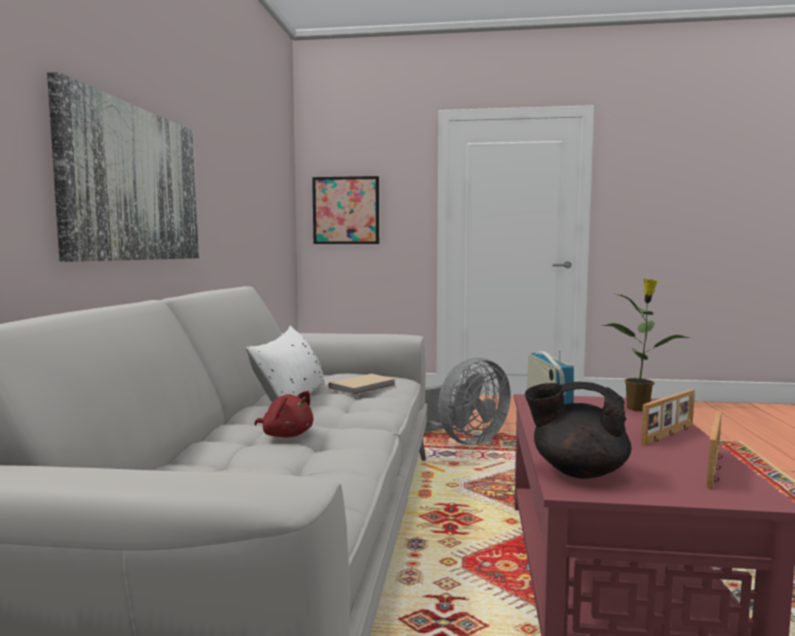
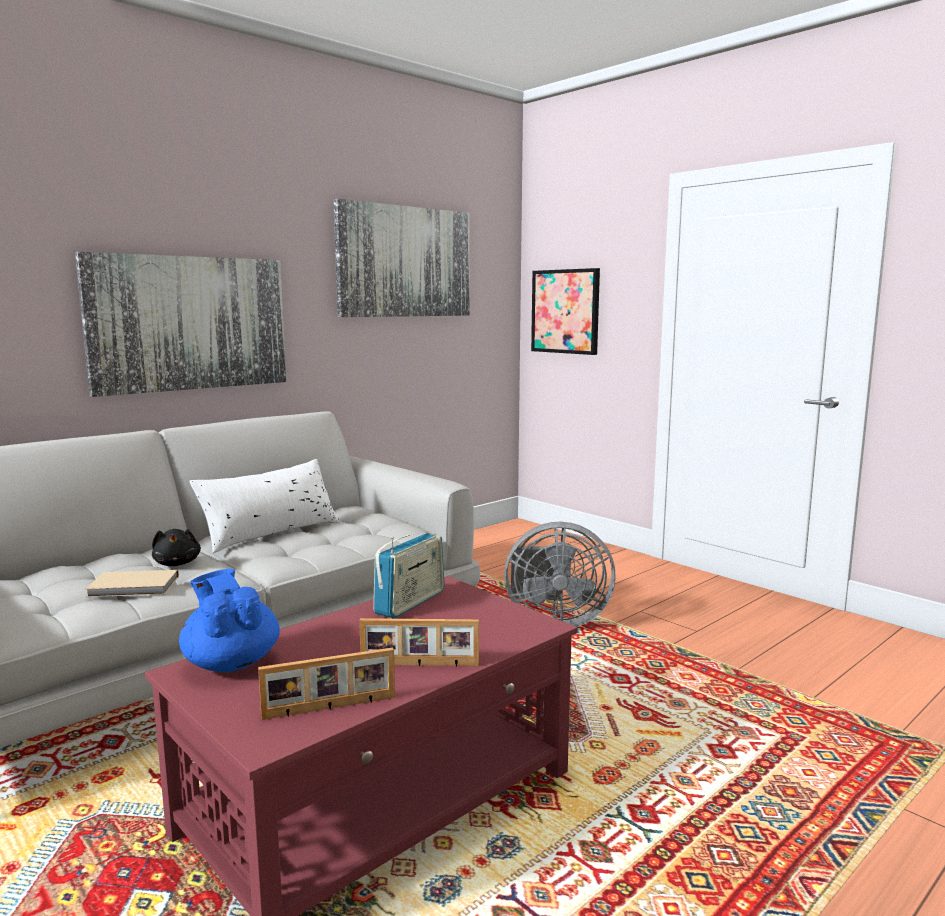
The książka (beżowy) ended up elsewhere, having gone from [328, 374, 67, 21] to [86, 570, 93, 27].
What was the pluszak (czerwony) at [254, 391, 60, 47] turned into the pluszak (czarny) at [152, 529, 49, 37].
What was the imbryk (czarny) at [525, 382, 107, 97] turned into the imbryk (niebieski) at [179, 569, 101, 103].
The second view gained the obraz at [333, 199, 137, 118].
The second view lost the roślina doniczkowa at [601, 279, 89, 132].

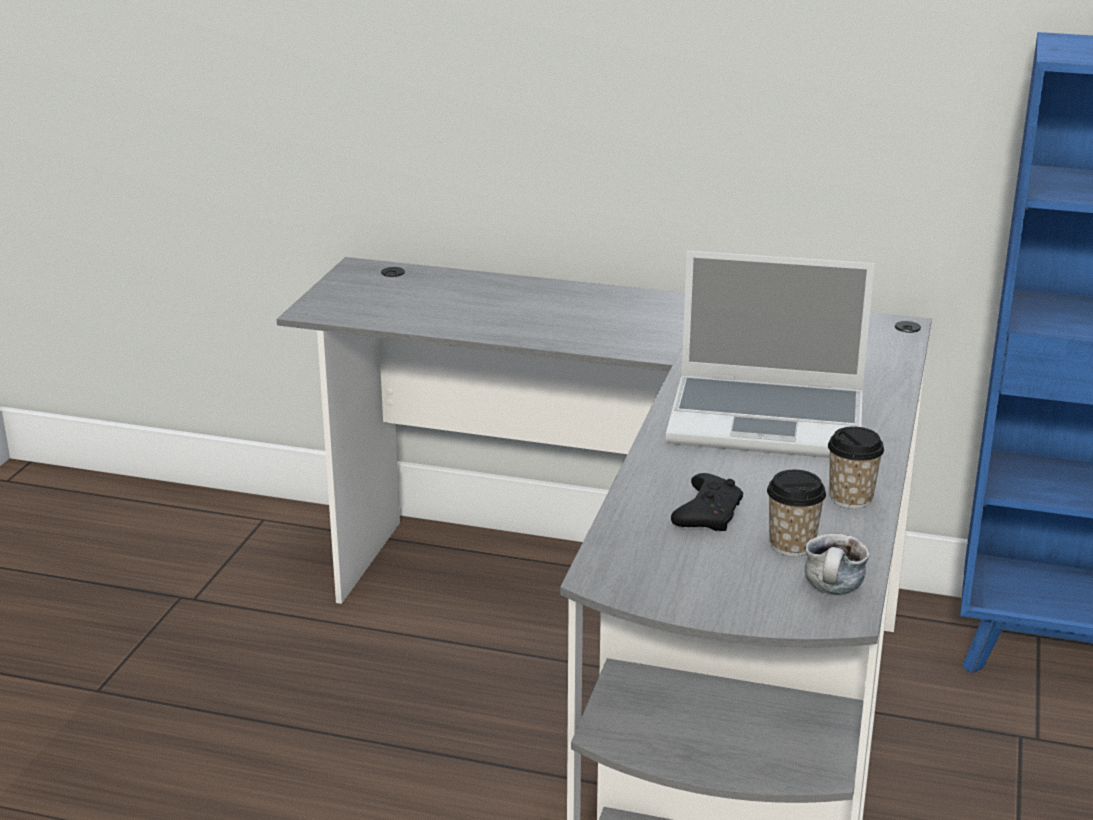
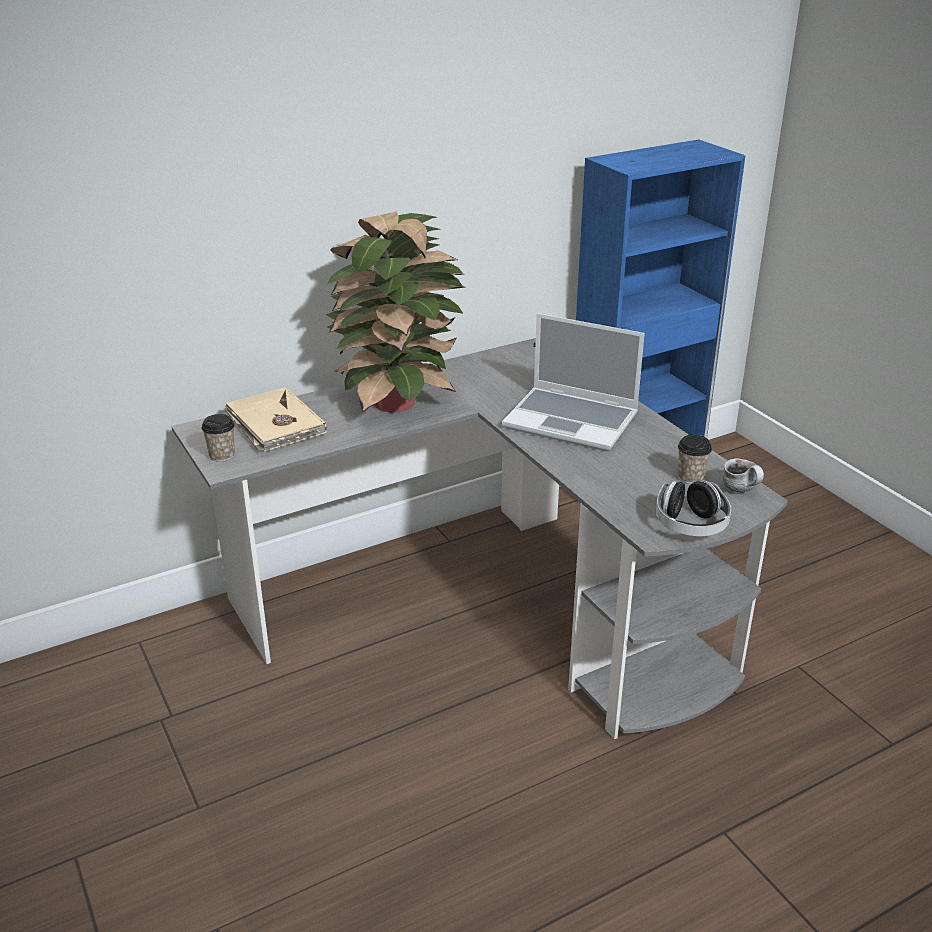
The filiżanka ended up elsewhere, having gone from [828, 426, 56, 83] to [202, 414, 33, 48].
The second view gained the książka (beżowy) at [225, 387, 102, 65].
The second view gained the roślina doniczkowa at [326, 212, 139, 201].
The laptop at [666, 251, 209, 207] ended up facing another way, 60 degrees clockwise from before.
The second view gained the słuchawki at [656, 480, 75, 56].
The second view lost the pad do gier (czarny) at [671, 473, 72, 58].

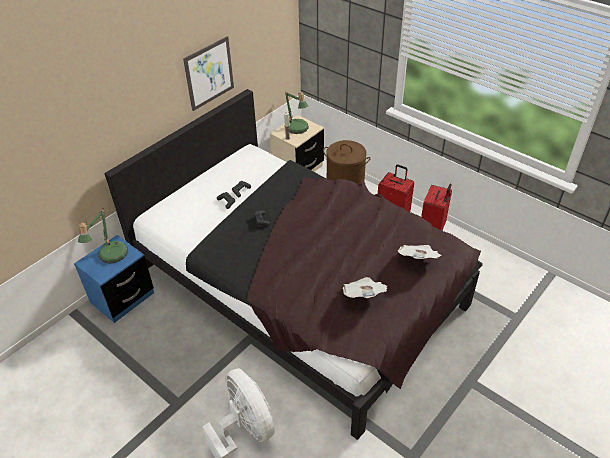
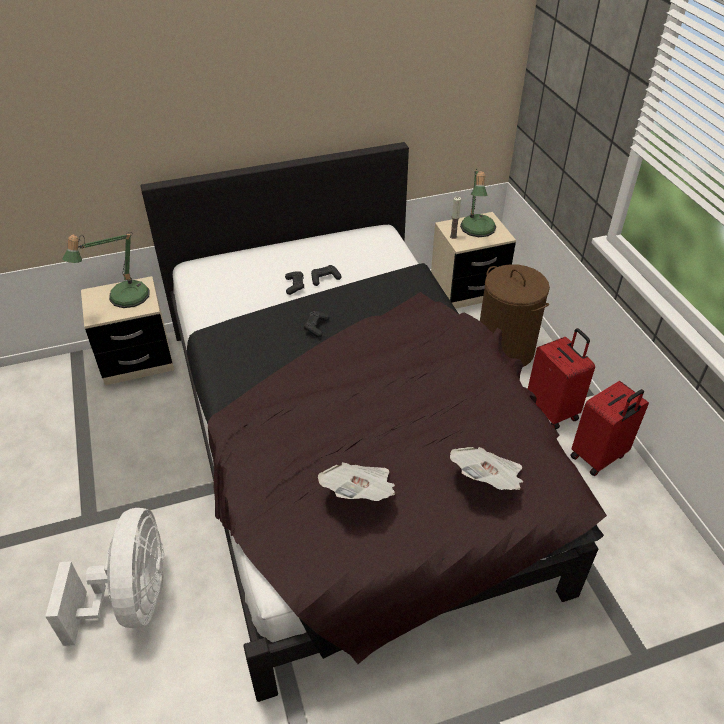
What was the szafka nocna (niebieski) at [74, 235, 80, 88] turned into the szafka nocna (beżowy) at [81, 276, 93, 109].
The second view lost the obraz at [183, 36, 51, 75].

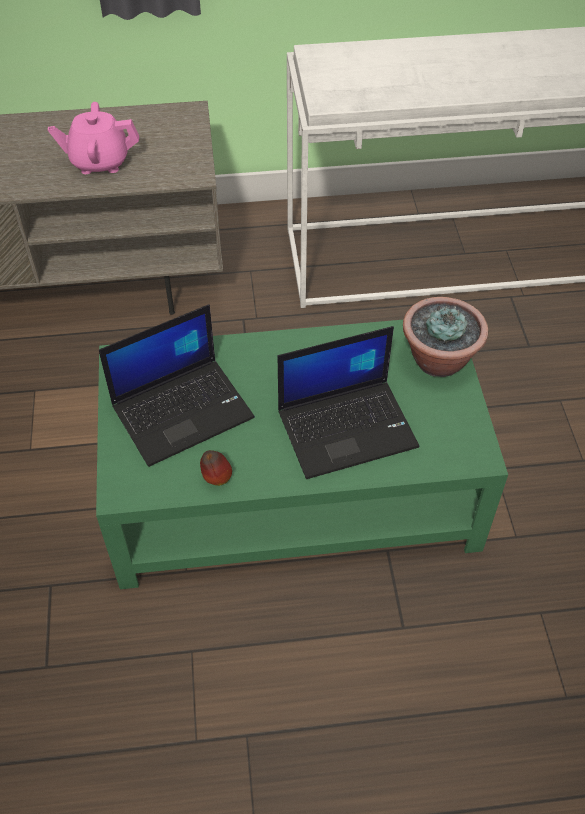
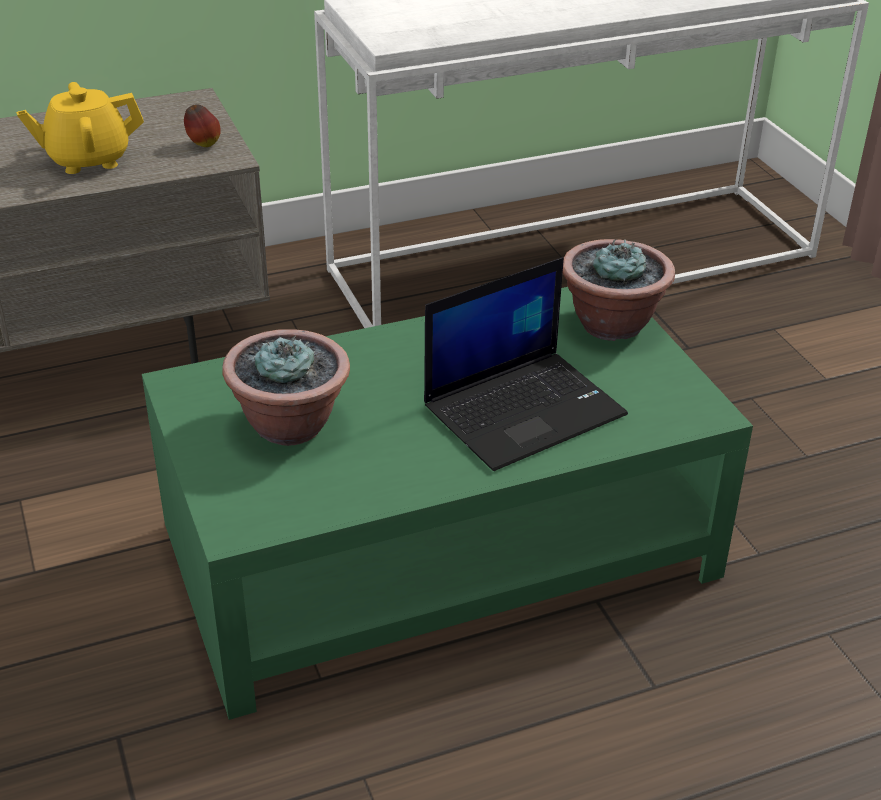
What was the imbryk (różowy) at [48, 102, 91, 72] turned into the imbryk (żółty) at [16, 82, 128, 92].
The jabłko ended up elsewhere, having gone from [200, 450, 32, 36] to [184, 104, 37, 43].
Where the laptop stood at [99, 304, 156, 163], the roślina doniczkowa came to stand at [222, 329, 128, 117].

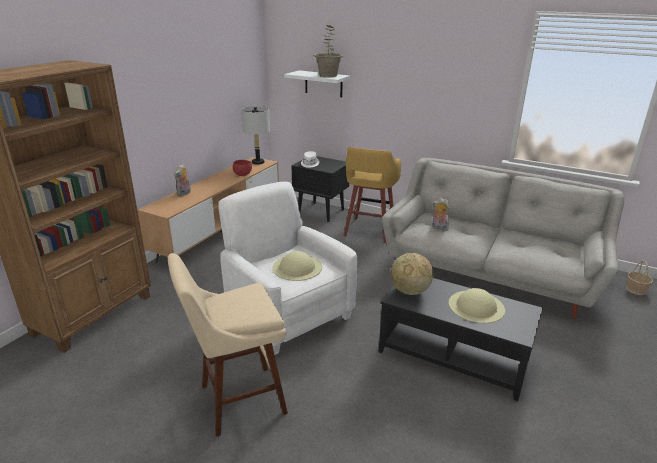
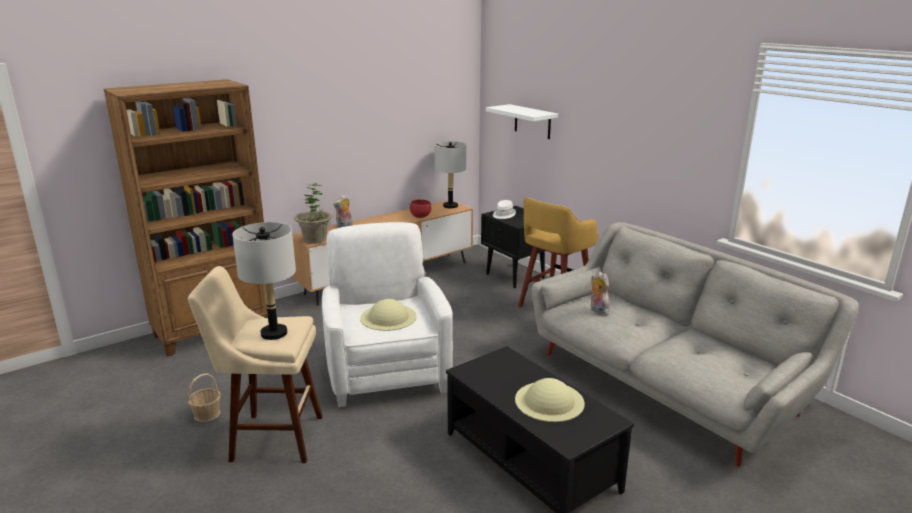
The koszyk ended up elsewhere, having gone from [626, 260, 27, 35] to [187, 374, 34, 48].
The second view gained the lampa stołowa (szary) at [232, 222, 64, 118].
The roślina doniczkowa ended up elsewhere, having gone from [313, 25, 31, 52] to [294, 183, 38, 61].
The second view lost the globus at [391, 253, 42, 42].

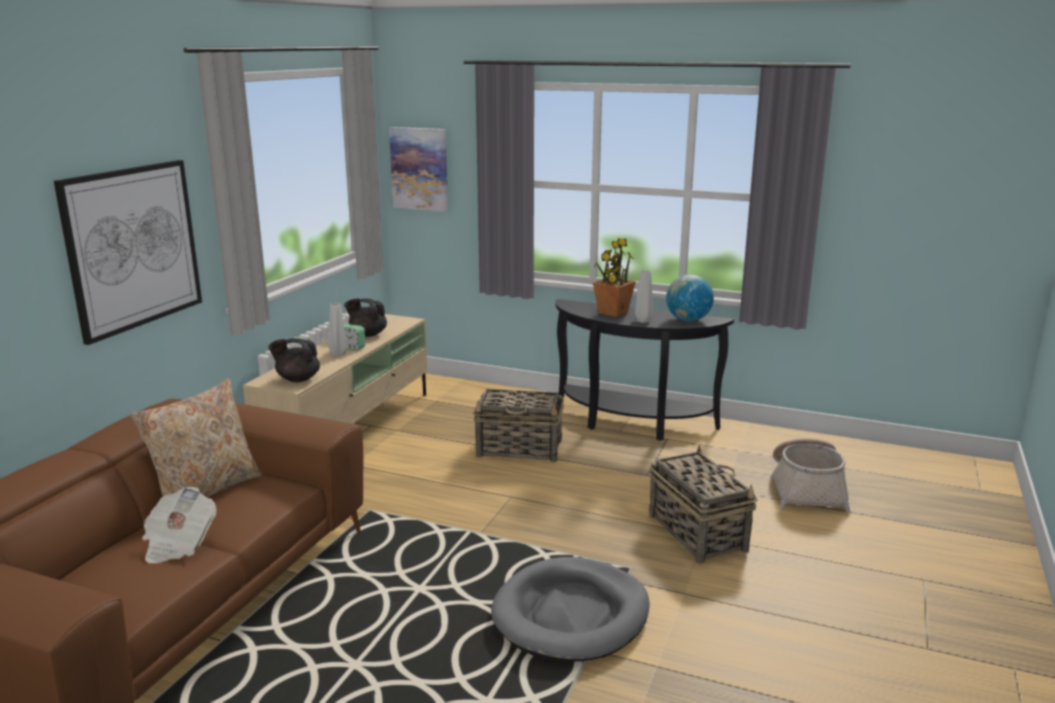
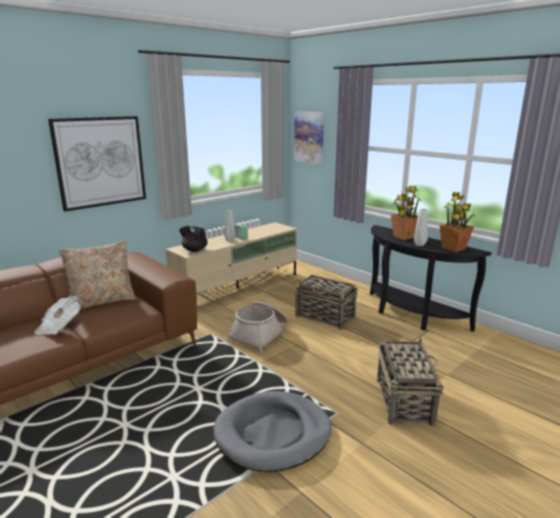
The koszyk ended up elsewhere, having gone from [770, 439, 81, 75] to [226, 302, 62, 51].
Where the globus stood at [666, 274, 48, 47], the roślina doniczkowa came to stand at [440, 192, 35, 60].
The second view lost the imbryk (czarny) at [344, 298, 43, 39].

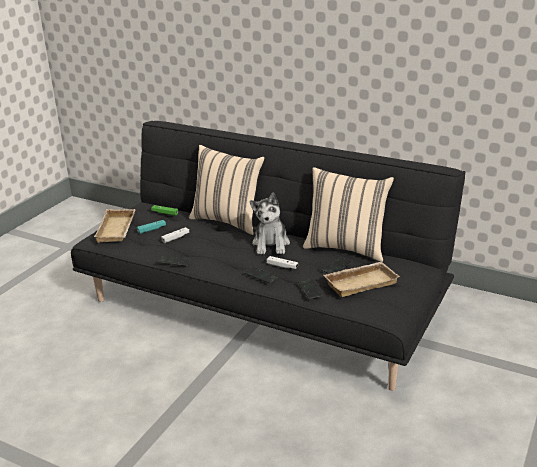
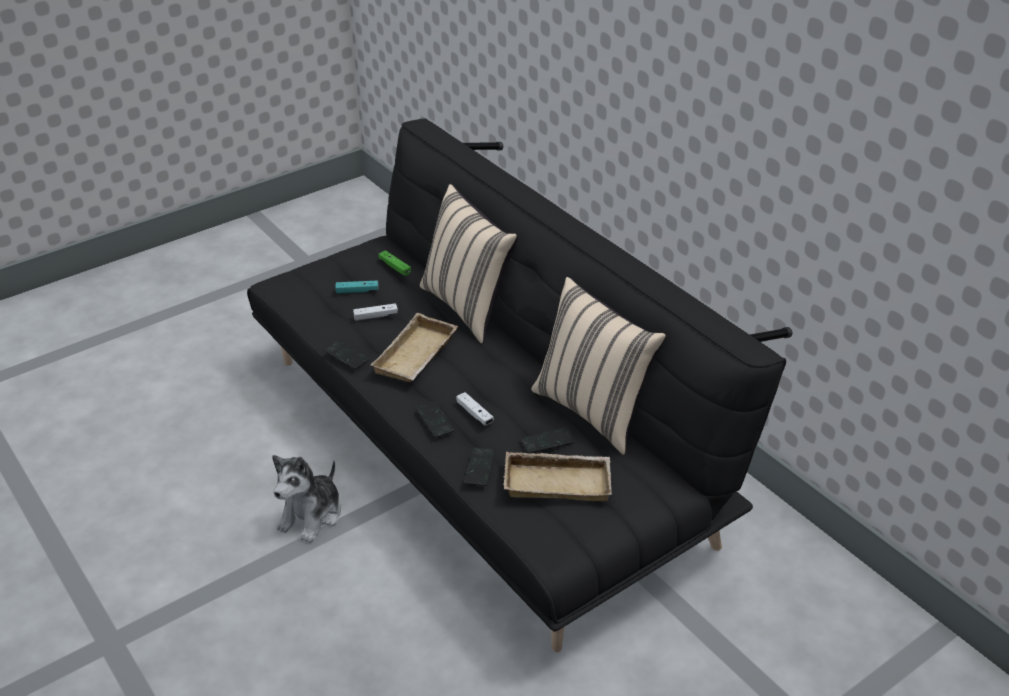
The pluszak ended up elsewhere, having gone from [250, 193, 40, 62] to [272, 455, 69, 88].
The taca (beżowy) ended up elsewhere, having gone from [94, 209, 42, 34] to [370, 313, 88, 69].

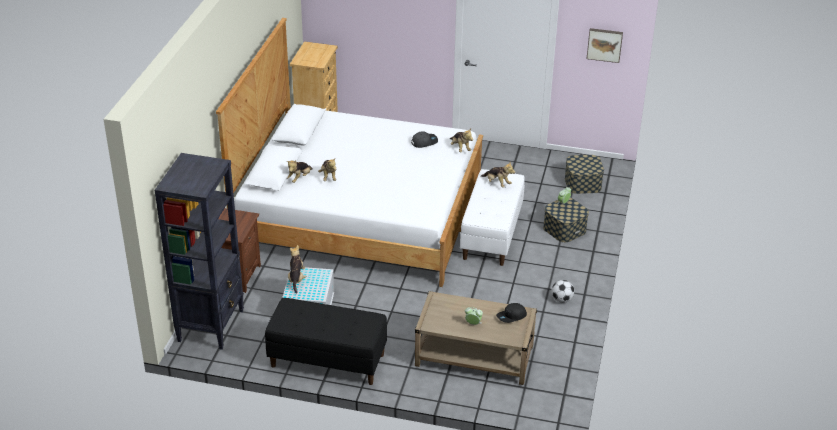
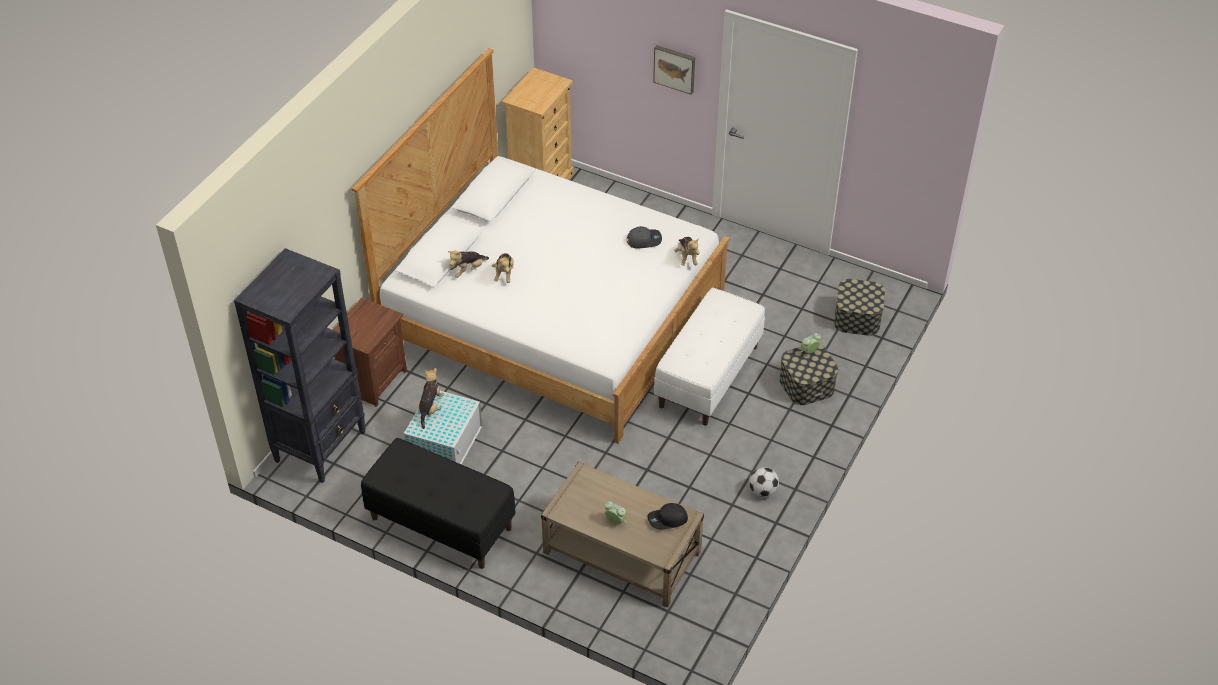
The obraz ended up elsewhere, having gone from [587, 28, 36, 35] to [653, 45, 42, 50].
The second view lost the pluszak at [481, 161, 34, 26].

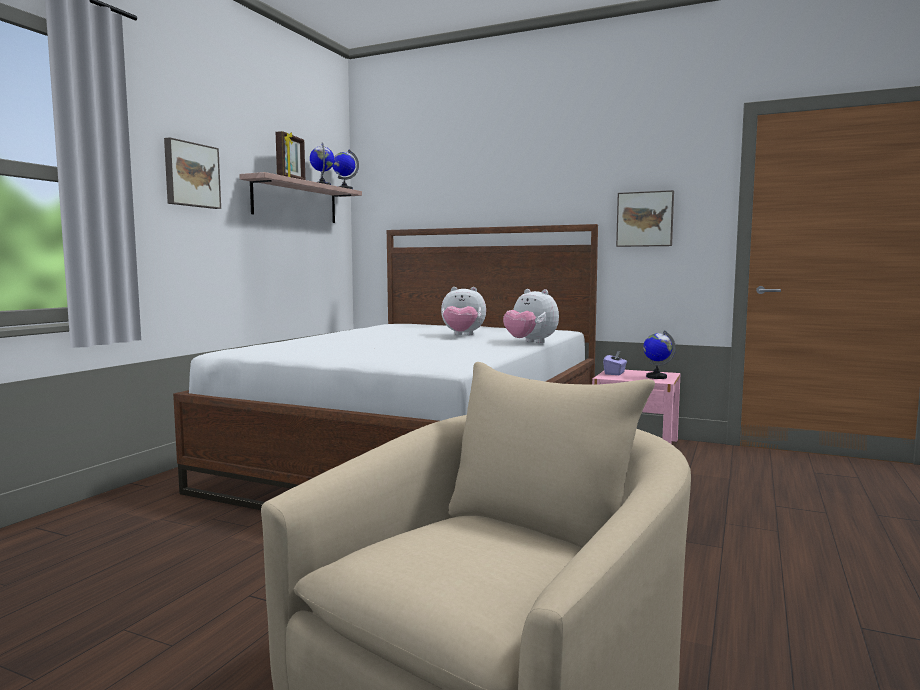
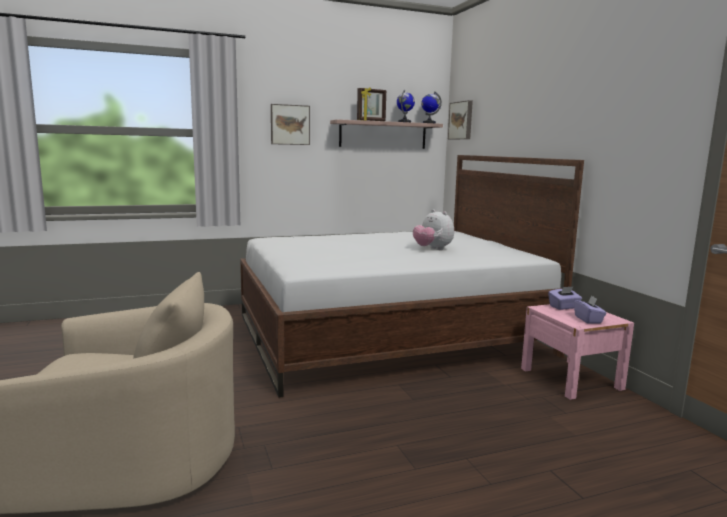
The obraz ended up elsewhere, having gone from [616, 190, 58, 57] to [448, 100, 25, 39].
Where the globus stood at [643, 330, 33, 49], the pudełko chusteczek (fioletowy) came to stand at [574, 295, 32, 29].
The second view lost the pluszak at [503, 289, 56, 54].

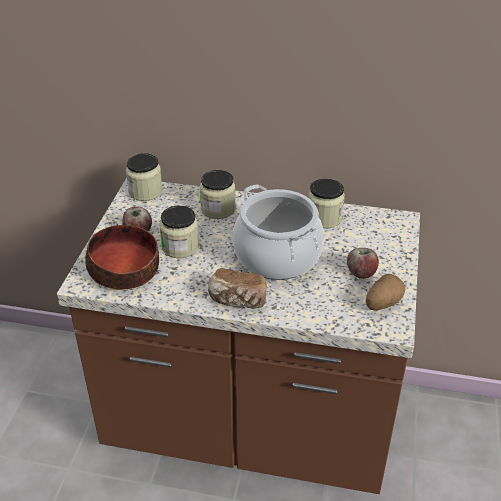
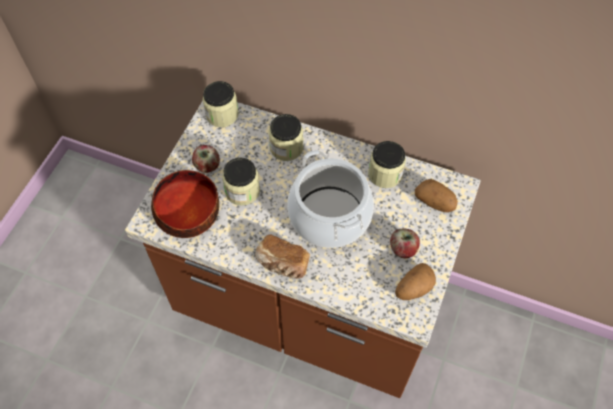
The second view gained the ziemniak at [415, 179, 43, 33].

